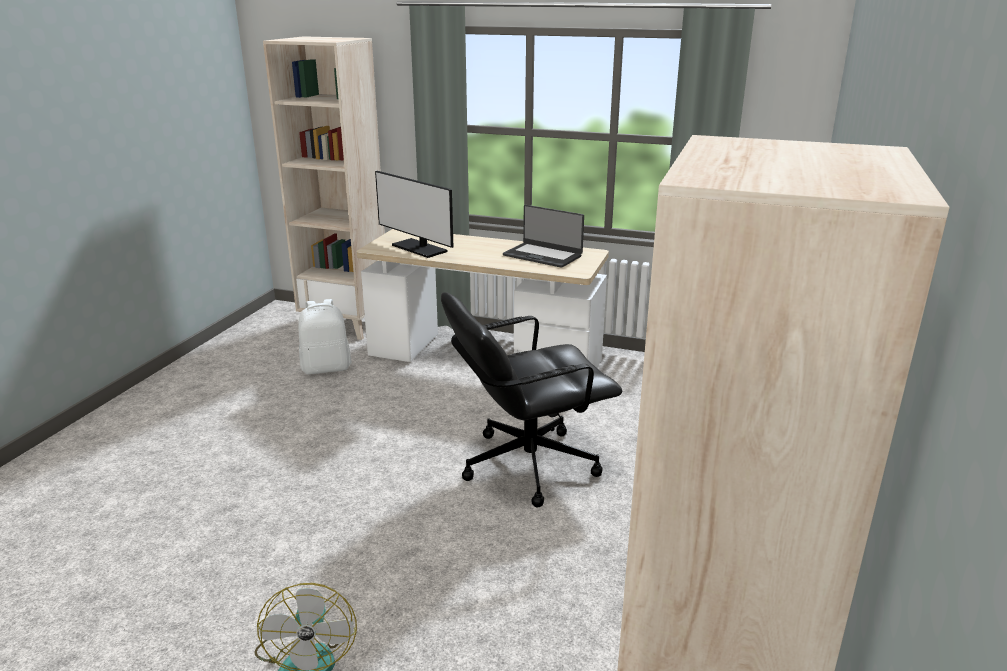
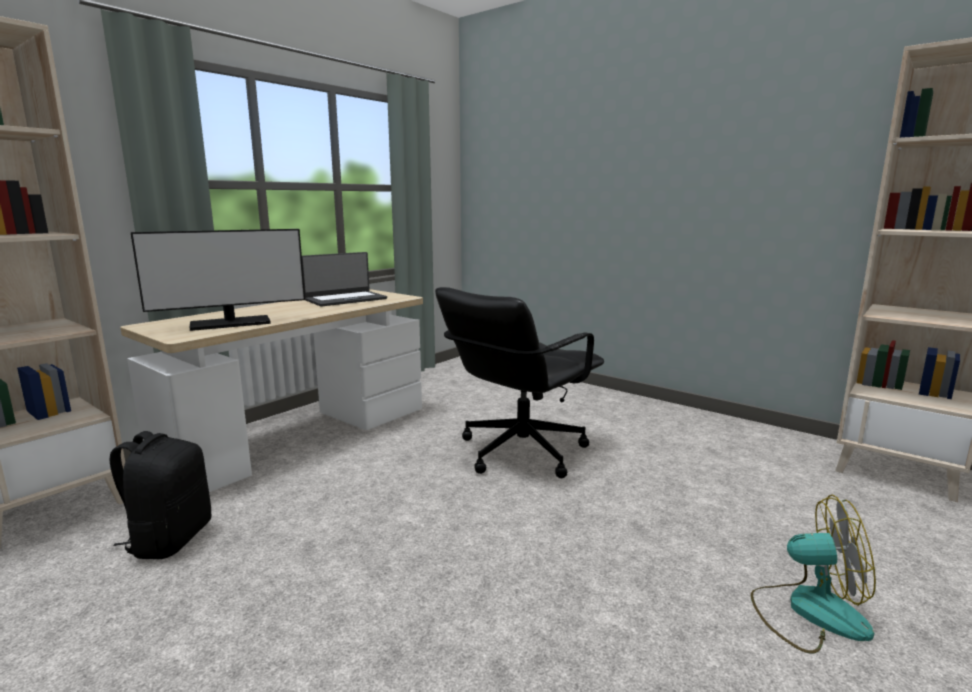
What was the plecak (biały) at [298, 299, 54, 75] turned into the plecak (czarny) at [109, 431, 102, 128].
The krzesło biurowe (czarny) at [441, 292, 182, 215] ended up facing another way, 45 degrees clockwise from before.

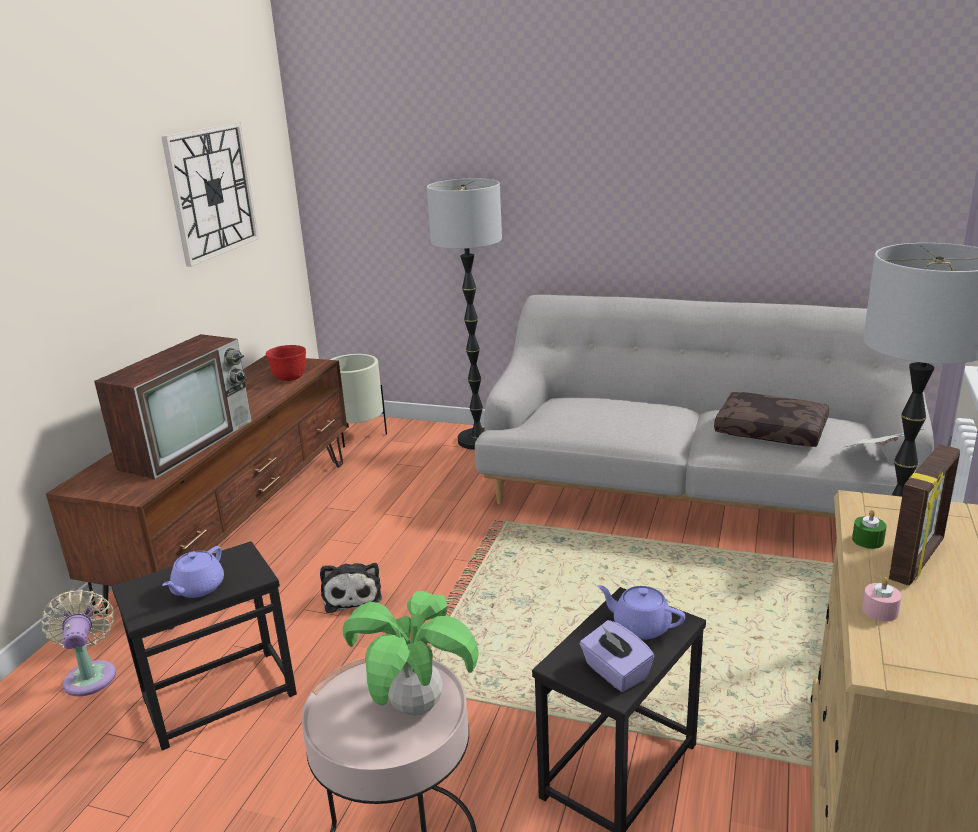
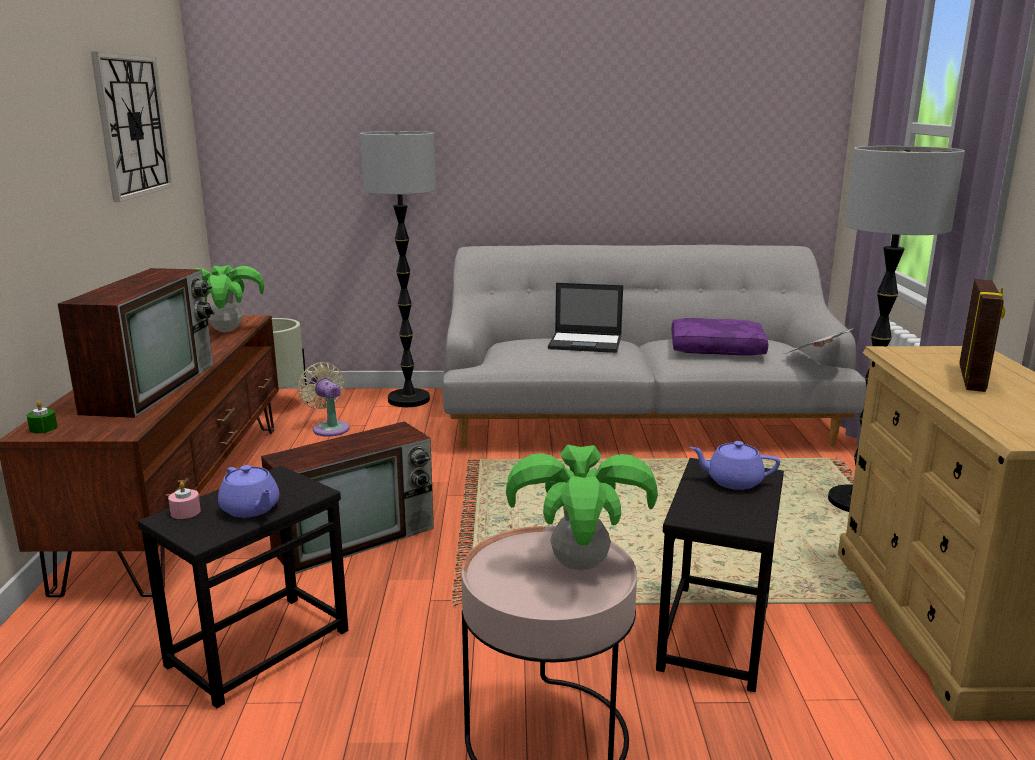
The świeca (zielony) ended up elsewhere, having gone from [852, 510, 35, 39] to [27, 401, 31, 32].
The świeca (różowy) ended up elsewhere, having gone from [862, 577, 40, 44] to [168, 481, 33, 38].
Where the miska (czerwony) stood at [265, 345, 41, 36], the roślina doniczkowa came to stand at [194, 265, 71, 68].
The imbryk (fioletowy) at [163, 546, 61, 52] ended up facing another way, 45 degrees counterclockwise from before.
Where the pluszak stood at [320, 563, 62, 50], the telewizor came to stand at [261, 421, 173, 153].
The wentylator (beżowy) ended up elsewhere, having gone from [41, 589, 75, 107] to [298, 362, 52, 75].
The second view gained the laptop at [548, 283, 75, 70].
What was the poduszka (brązowy) at [714, 392, 115, 55] turned into the poduszka (fioletowy) at [672, 318, 96, 38].
The second view lost the pudełko chusteczek (fioletowy) at [580, 620, 74, 72].

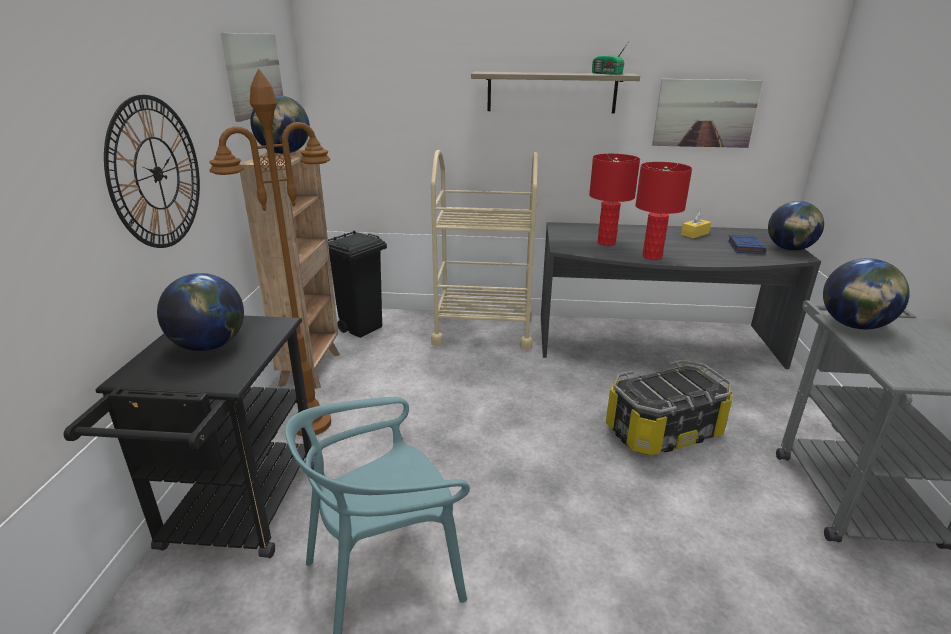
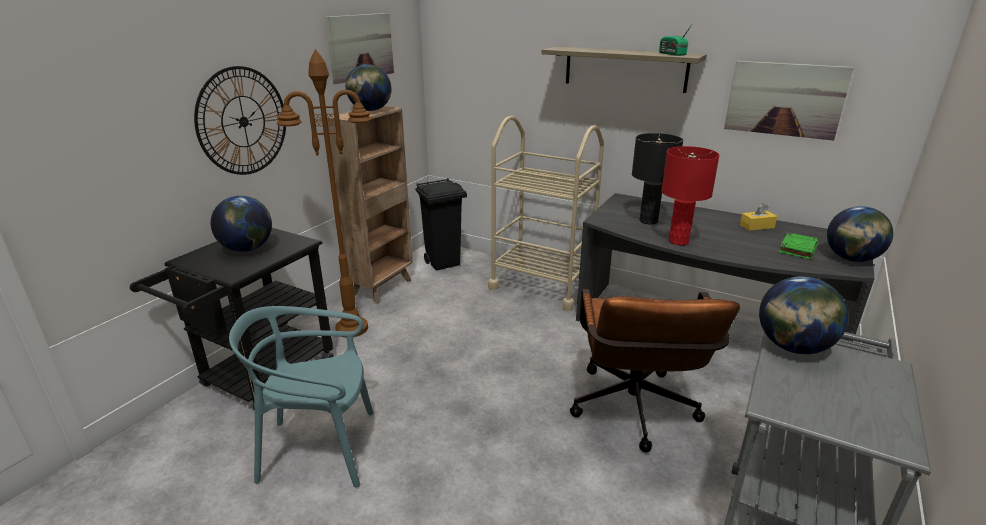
Where the pojemnik do przechowywania stood at [606, 360, 127, 95], the krzesło biurowe (brązowy) came to stand at [570, 289, 170, 164].
What was the lampa stołowa (czerwony) at [589, 154, 51, 92] turned into the lampa stołowa (czarny) at [632, 133, 52, 91].
What was the książka (niebieski) at [728, 235, 39, 19] turned into the książka (zielony) at [779, 232, 40, 27].

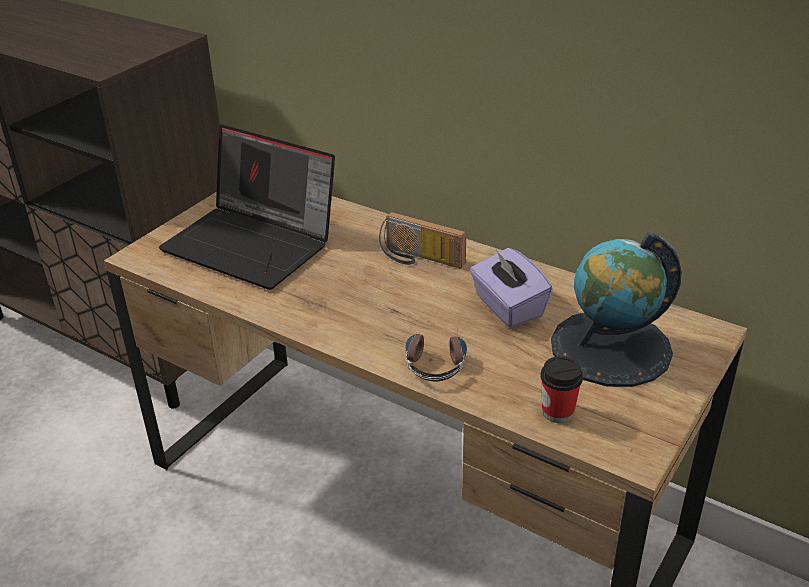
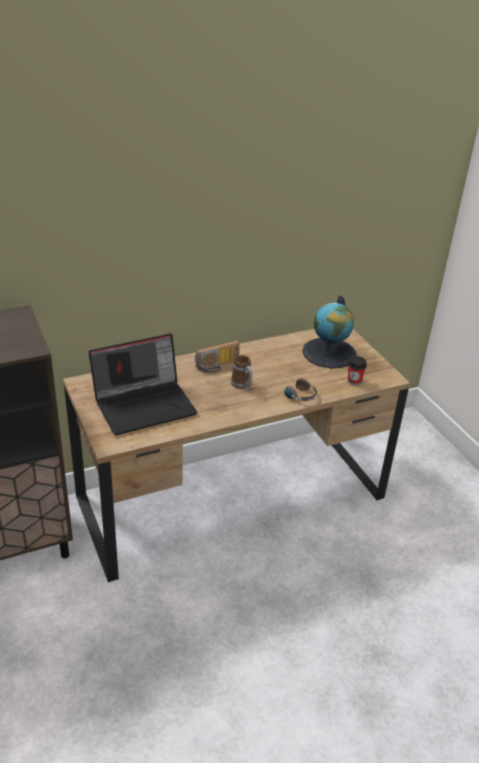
The second view gained the kubek at [231, 355, 21, 35].
The second view lost the pudełko chusteczek (fioletowy) at [470, 248, 83, 79].

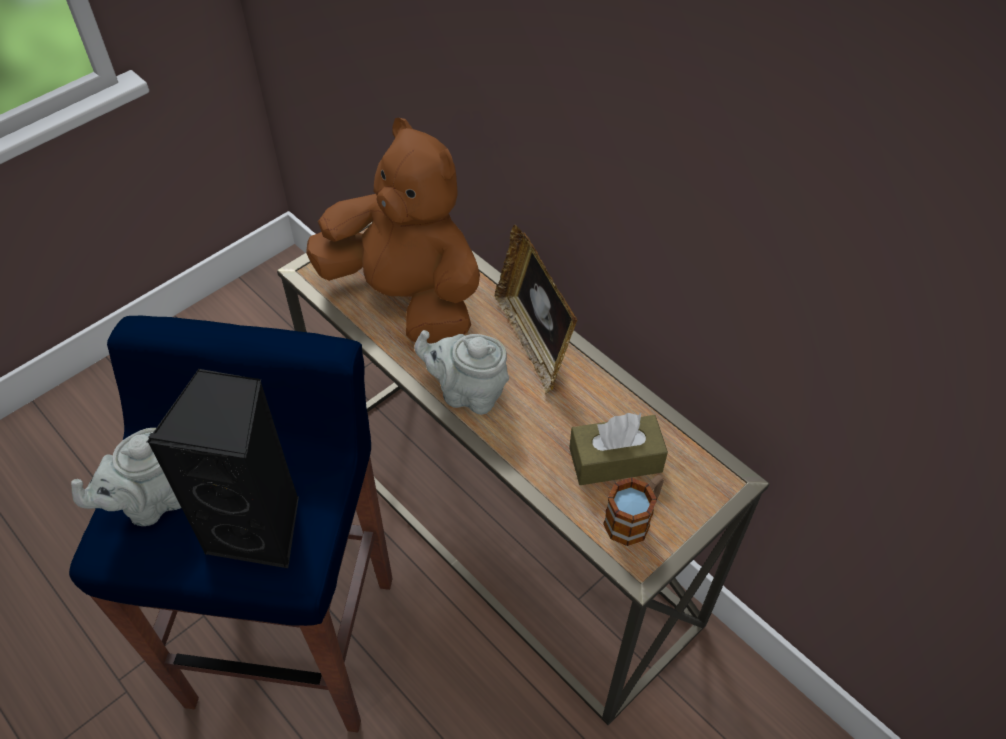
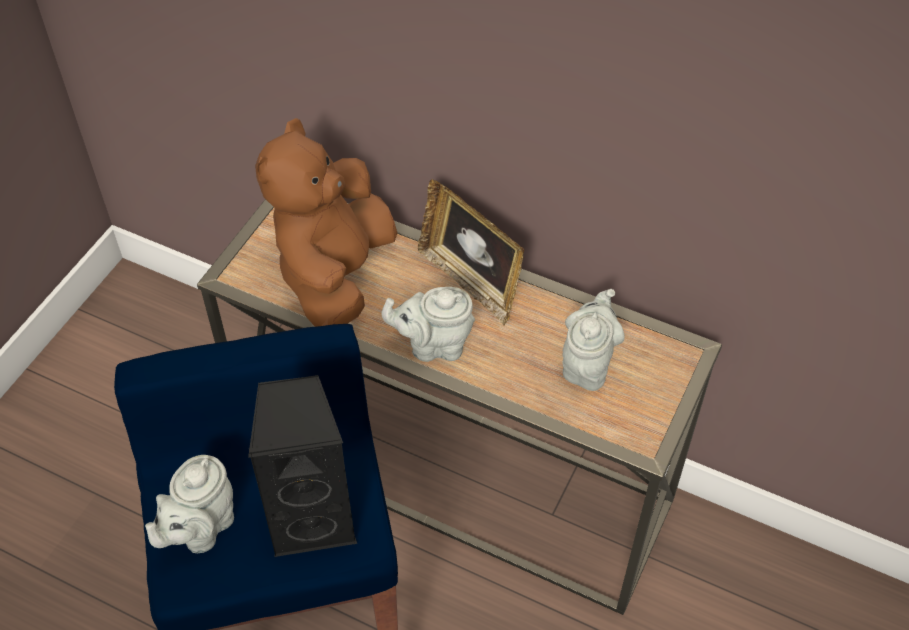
The pluszak (brązowy) at [306, 118, 174, 225] ended up facing another way, 90 degrees counterclockwise from before.
Where the pudełko chusteczek (brązowy) stood at [569, 413, 99, 72], the imbryk (szary) came to stand at [563, 289, 62, 102].
The second view lost the kubek at [603, 475, 61, 71].

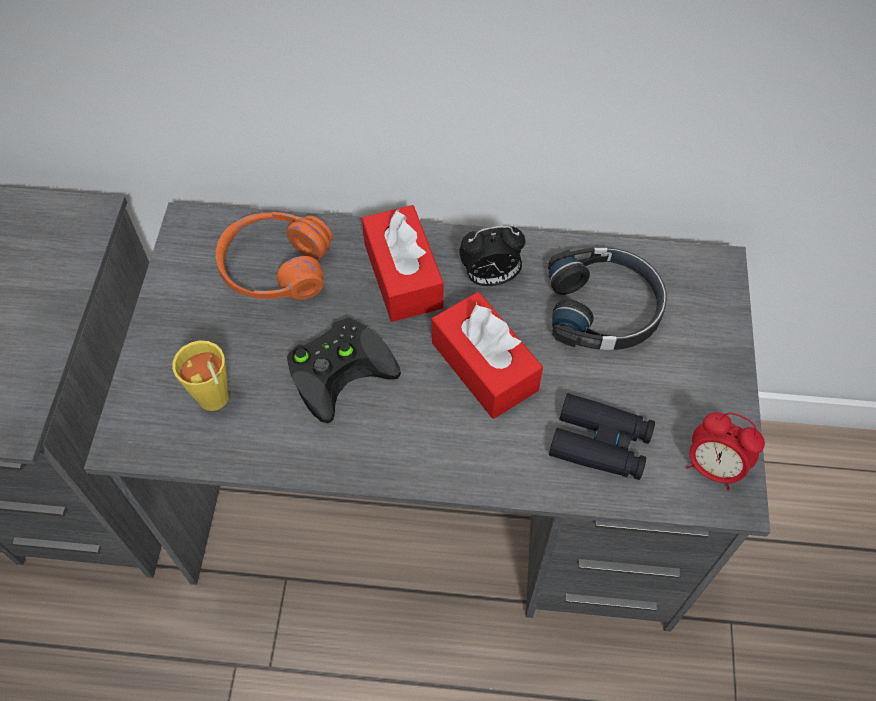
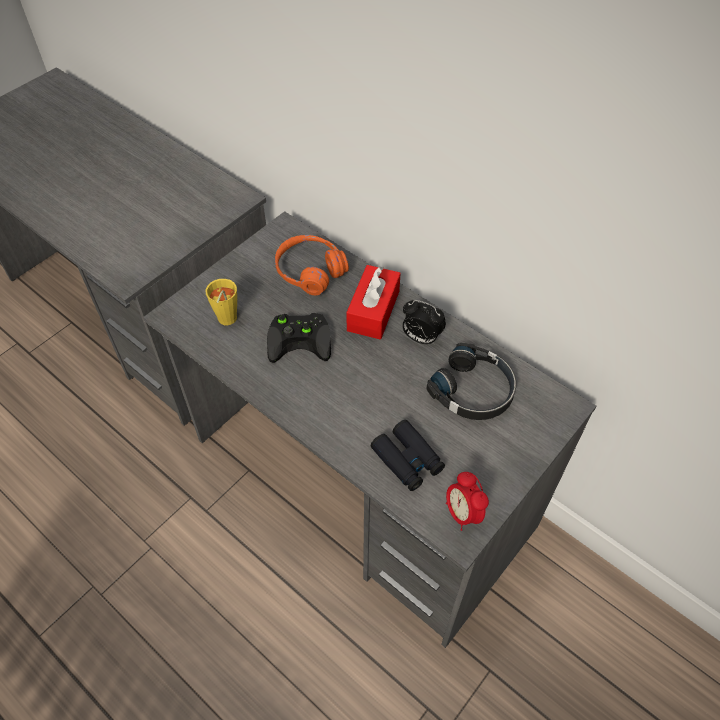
The second view lost the pudełko chusteczek (czerwony) at [432, 292, 111, 127].

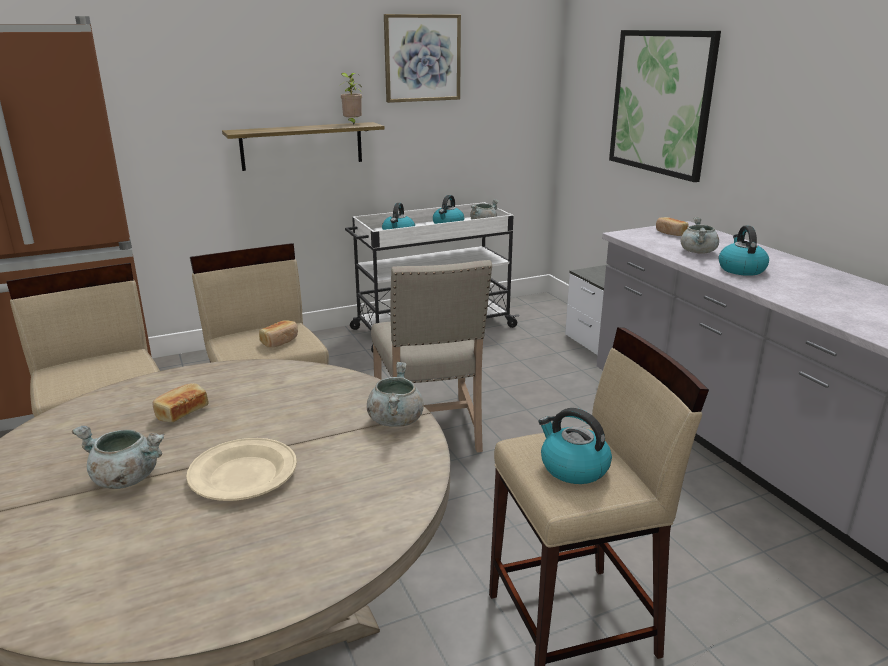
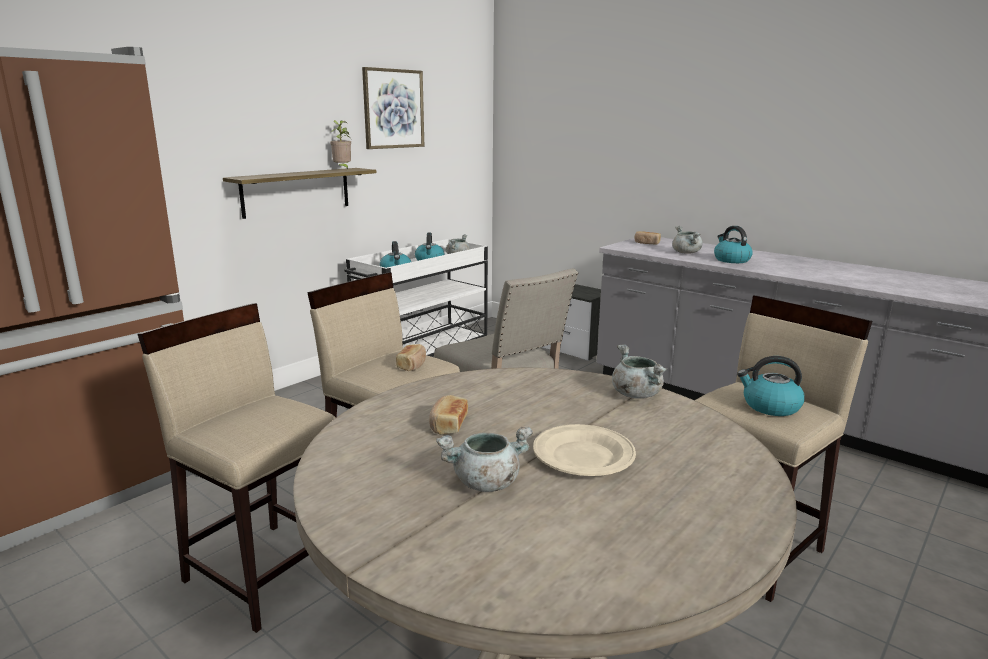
The second view lost the obraz at [609, 30, 112, 152].

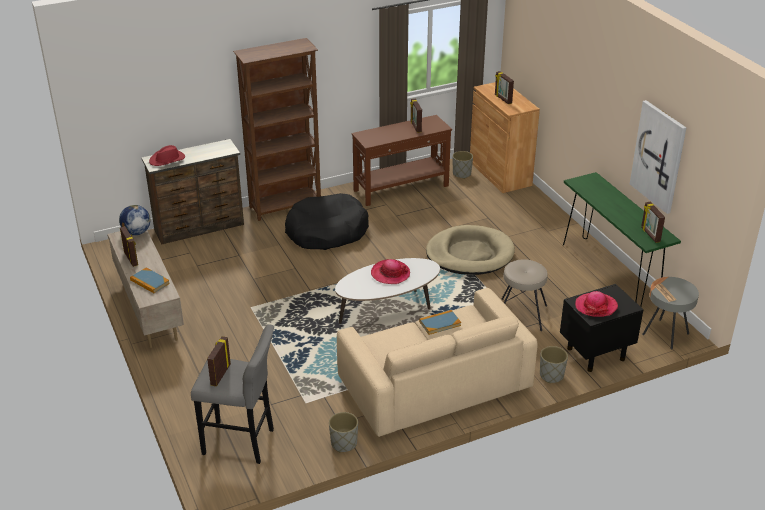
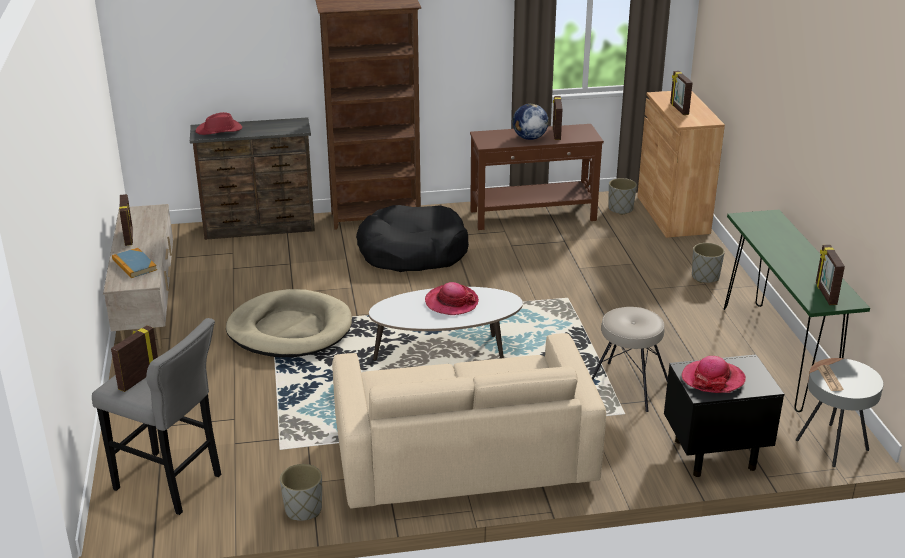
The legowisko (beżowy) ended up elsewhere, having gone from [426, 225, 89, 50] to [226, 289, 126, 68].
The globus ended up elsewhere, having gone from [119, 205, 31, 30] to [513, 104, 36, 36].
The donica (szary) ended up elsewhere, having gone from [540, 346, 28, 37] to [692, 243, 33, 40].
The second view lost the książka at [419, 310, 42, 25].
The second view lost the obraz at [630, 100, 56, 114].

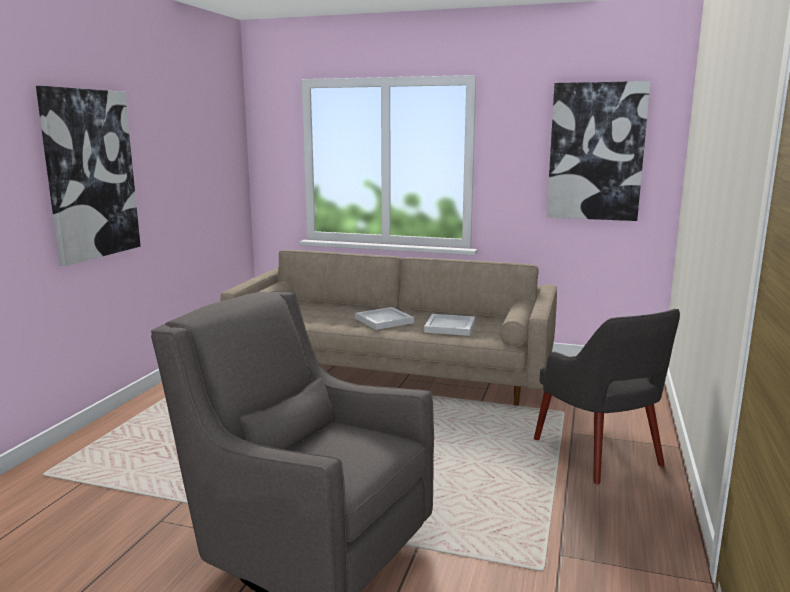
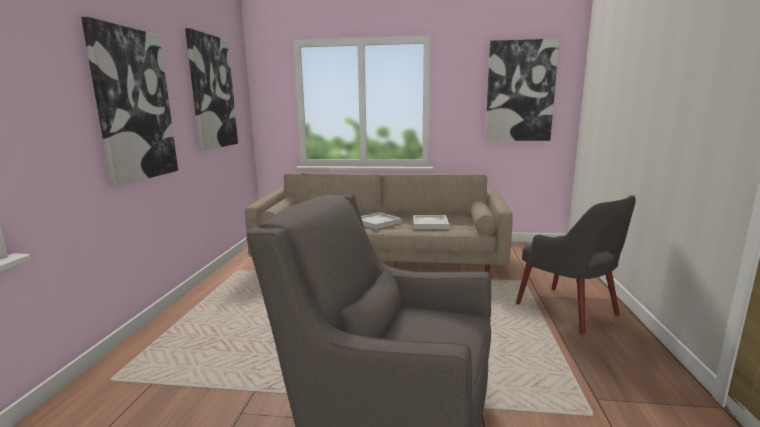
The second view gained the obraz at [185, 28, 53, 122].

